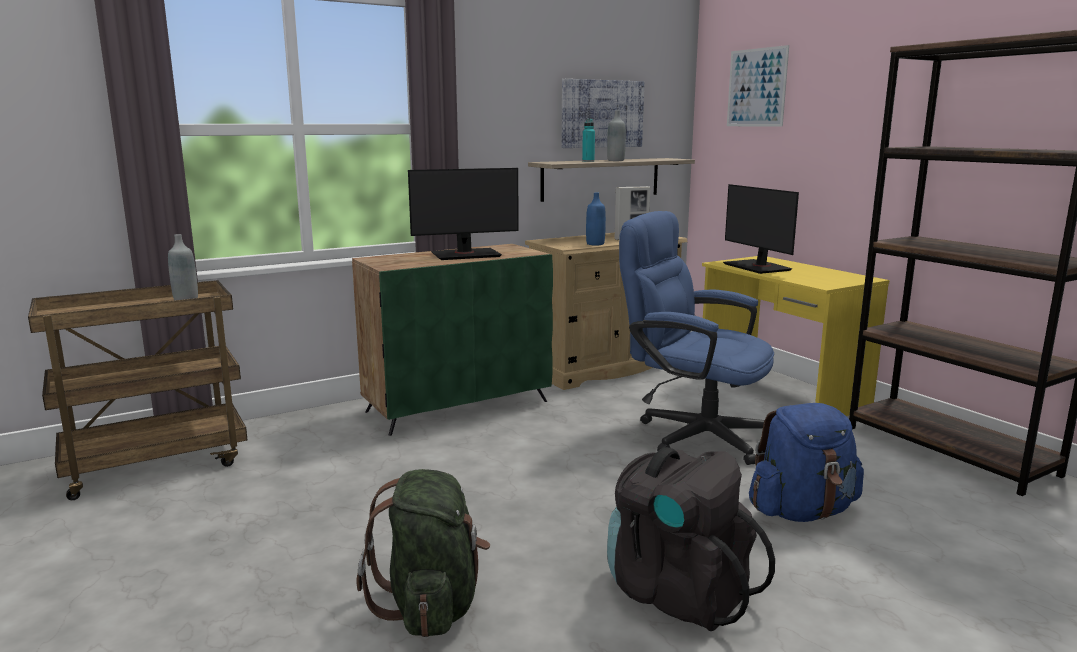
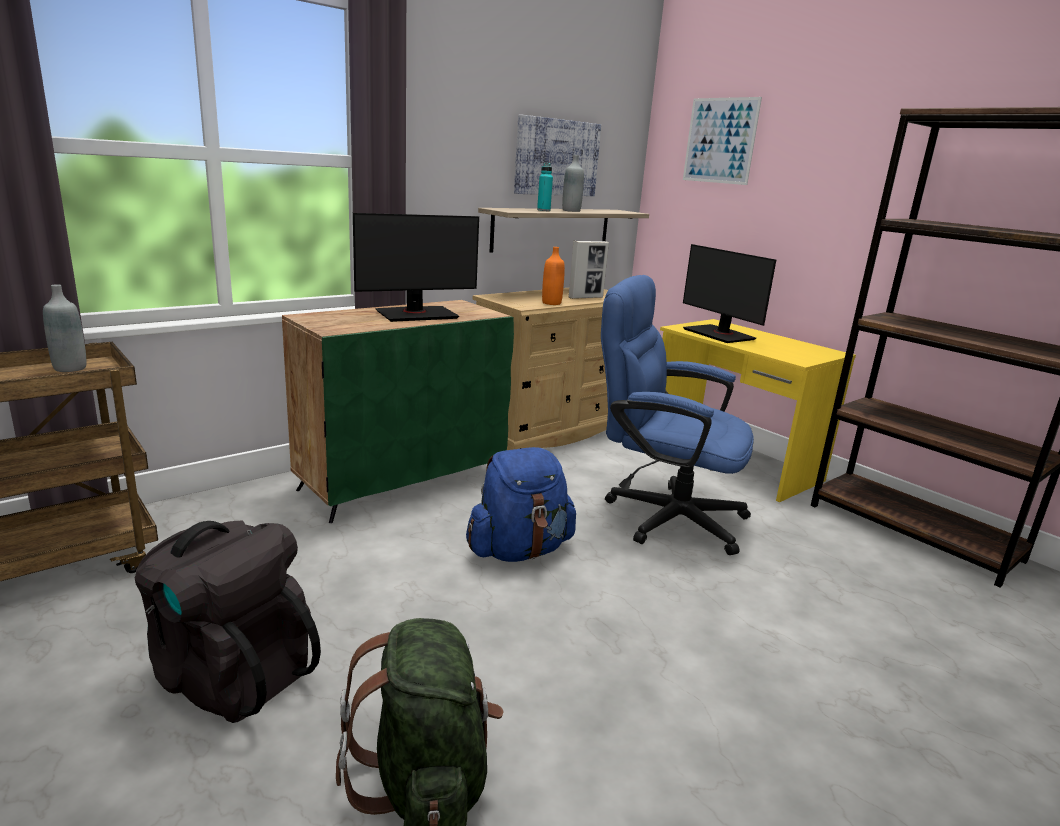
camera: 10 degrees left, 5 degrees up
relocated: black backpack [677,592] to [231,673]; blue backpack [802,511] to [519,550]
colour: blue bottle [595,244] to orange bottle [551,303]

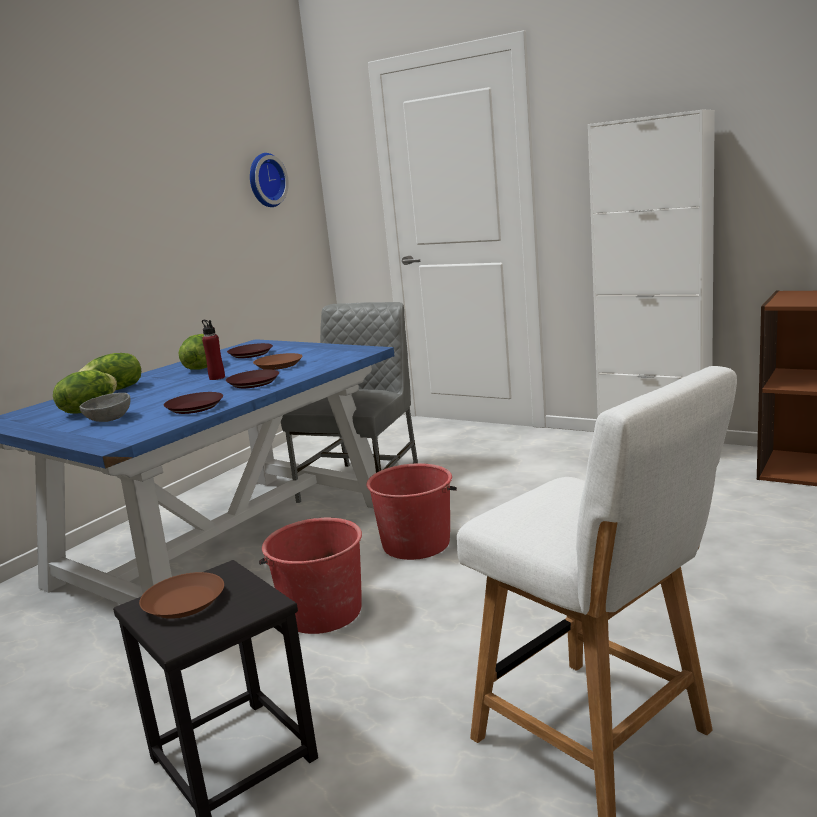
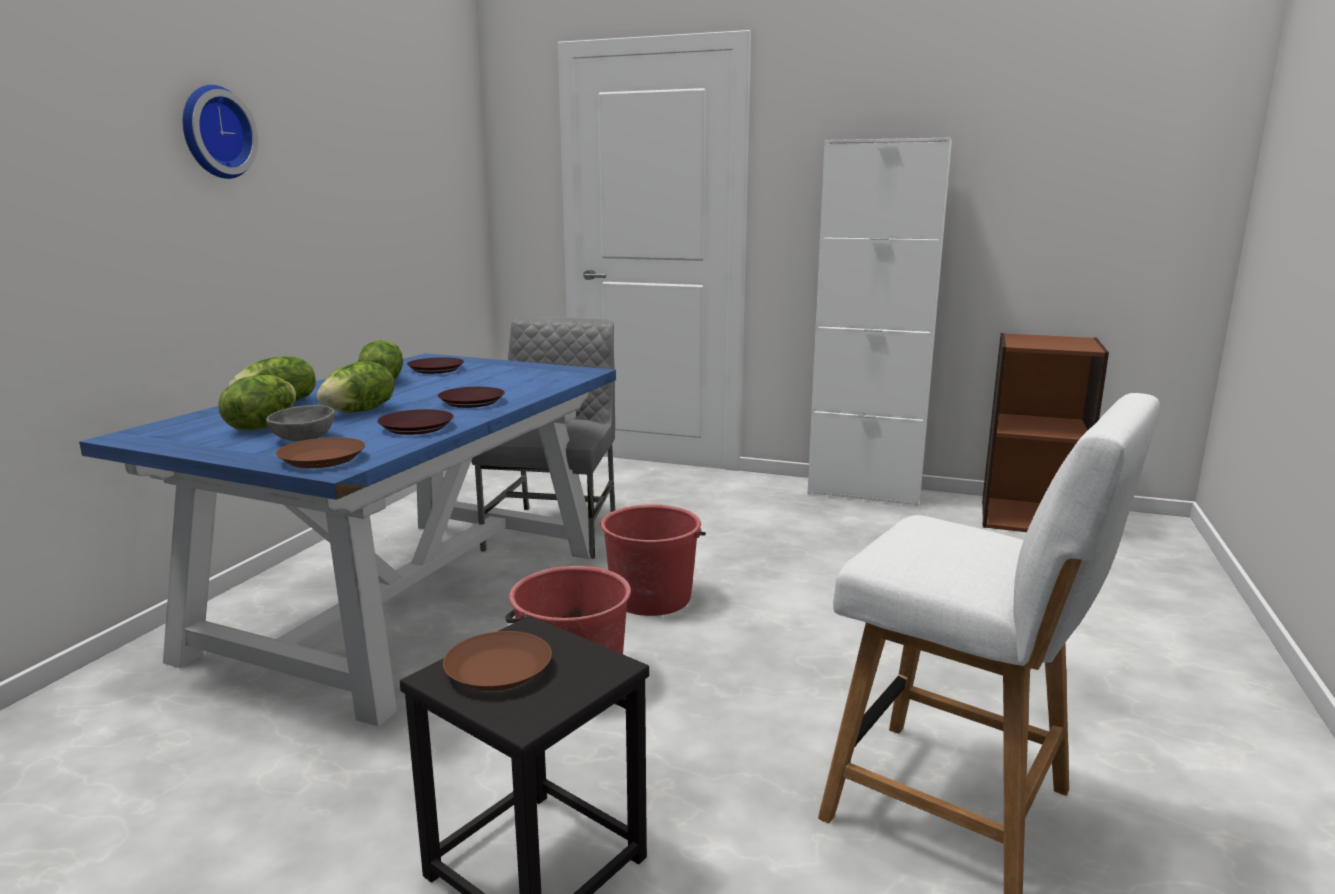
camera: 15 degrees left, 0 degrees up
missing: red bottle [217,378]
appeared: lettuce [360,411]
relocated: wall clock [265,180] to [214,132]; brown plate [279,365] to [322,459]

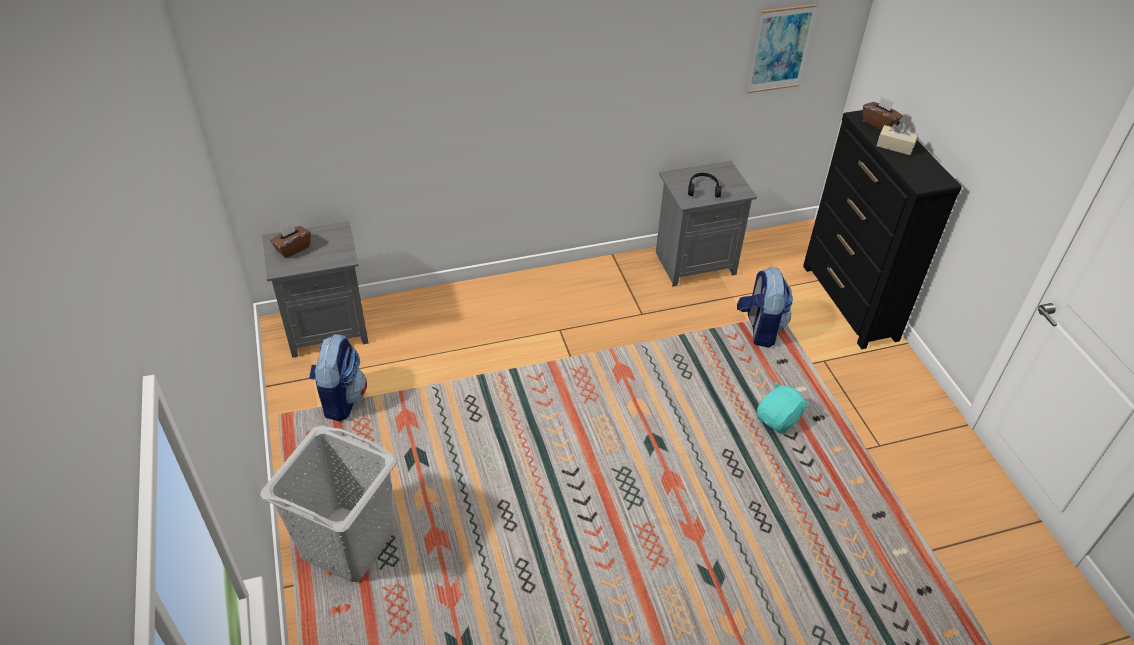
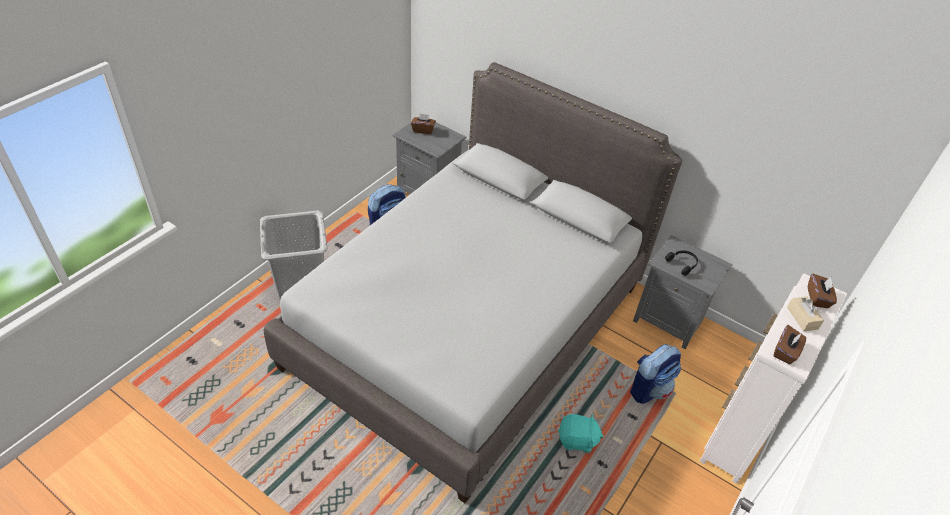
camera: 50 degrees right, 0 degrees up
missing: picture [780,49]
appeared: grey bed [469,325]; brown tissue box [785,352]
colour: black dresser [849,303] to white dresser [738,431]

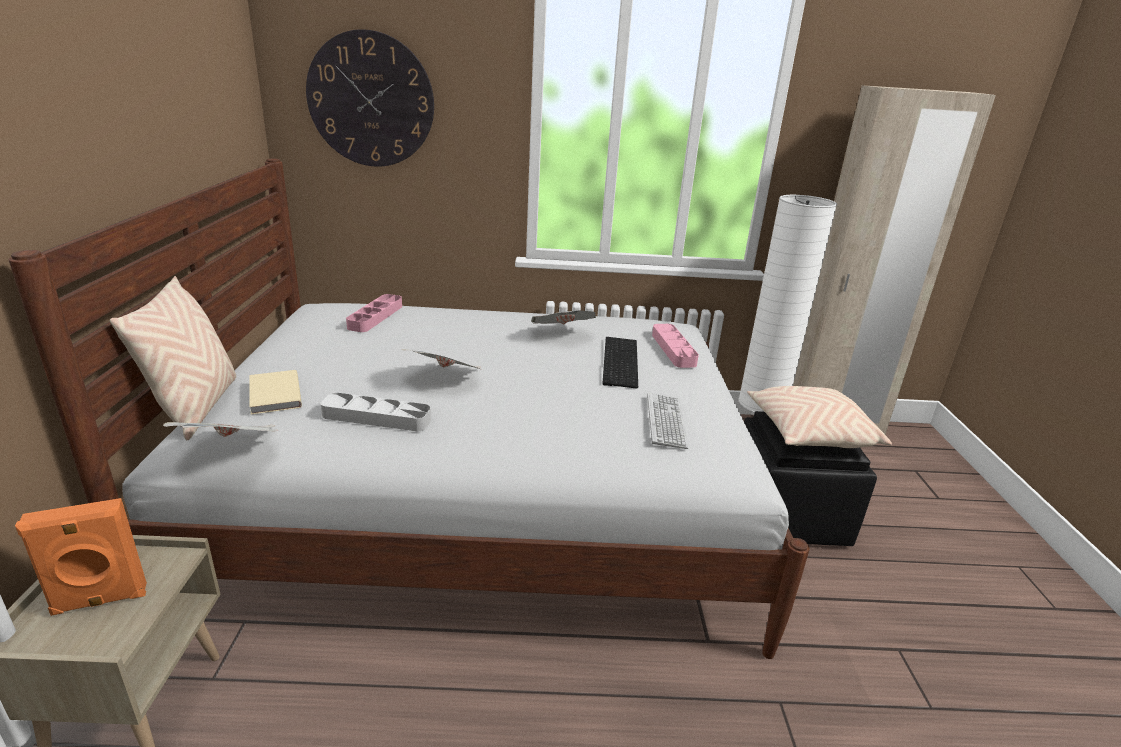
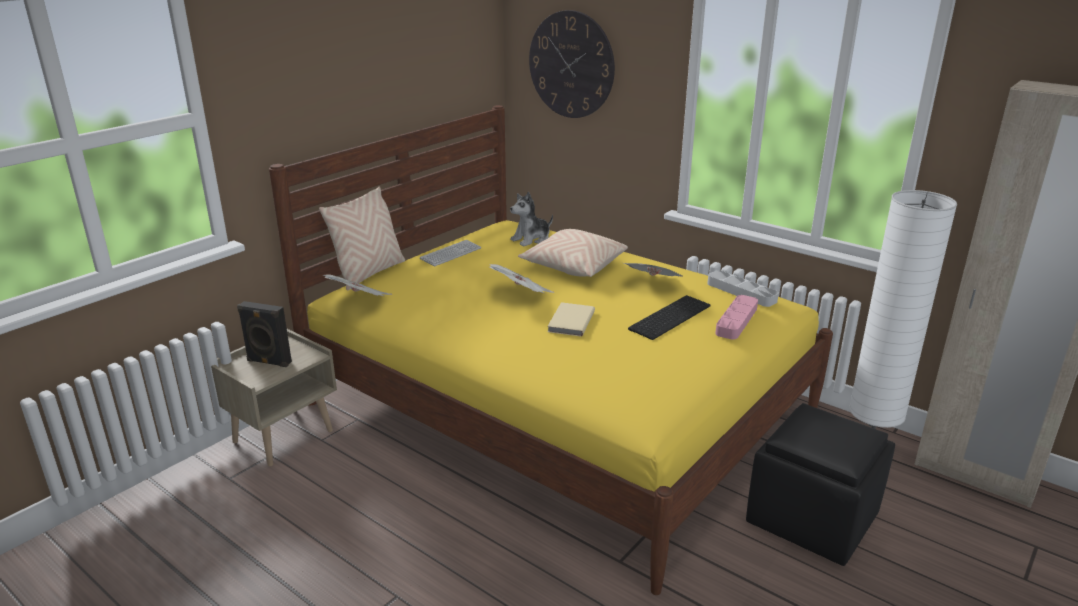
camera: 40 degrees right, 0 degrees up
relocated: beige book [273,395] to [569,322]; grey tray [376,417] to [741,292]; keyboard [666,421] to [451,254]; beige pillow [809,434] to [573,267]
exchanged: pink tray [375,317] to plush toy [531,239]
colour: white bed [484,500] to yellow bed [559,407]; orange speaker [100,601] to black speaker [268,362]

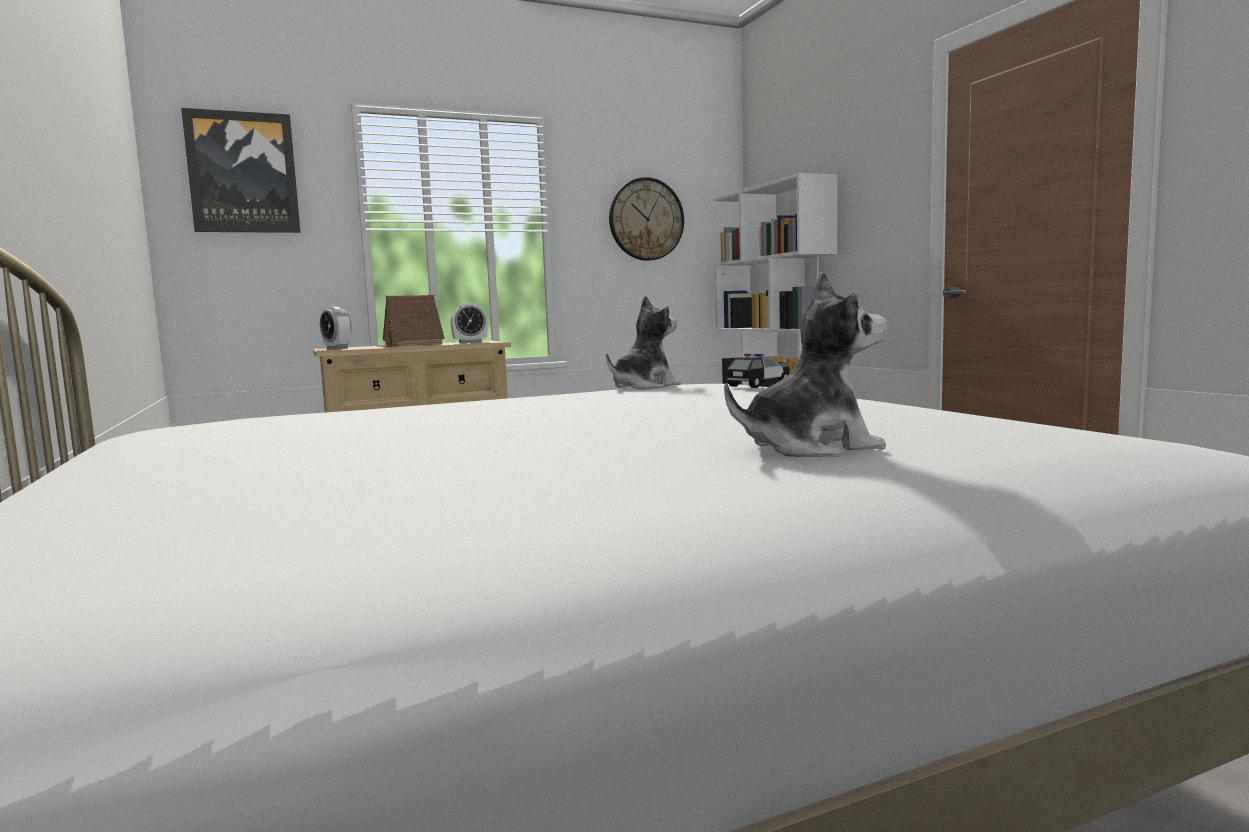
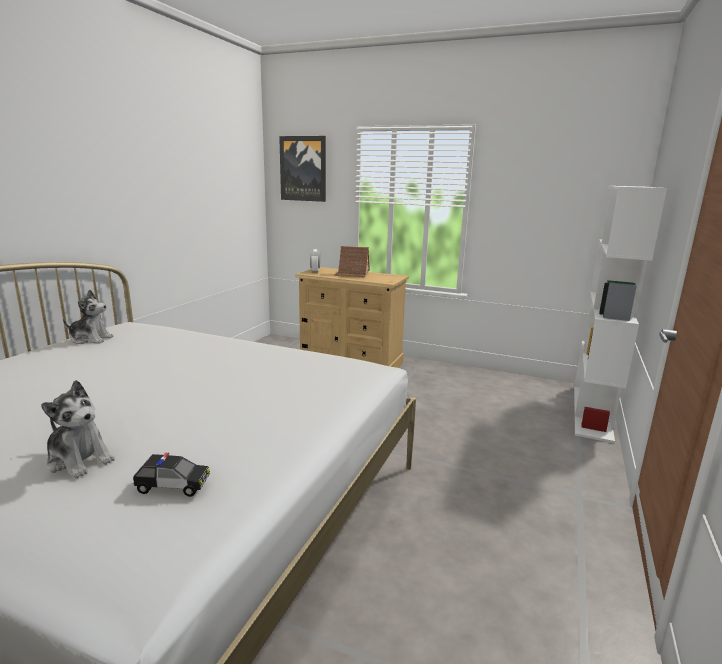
camera: 45 degrees right, 10 degrees up
missing: alarm clock [470,342]; wall clock [646,219]
relocated: plush toy [644,387] to [90,339]; toy car [758,385] to [172,485]

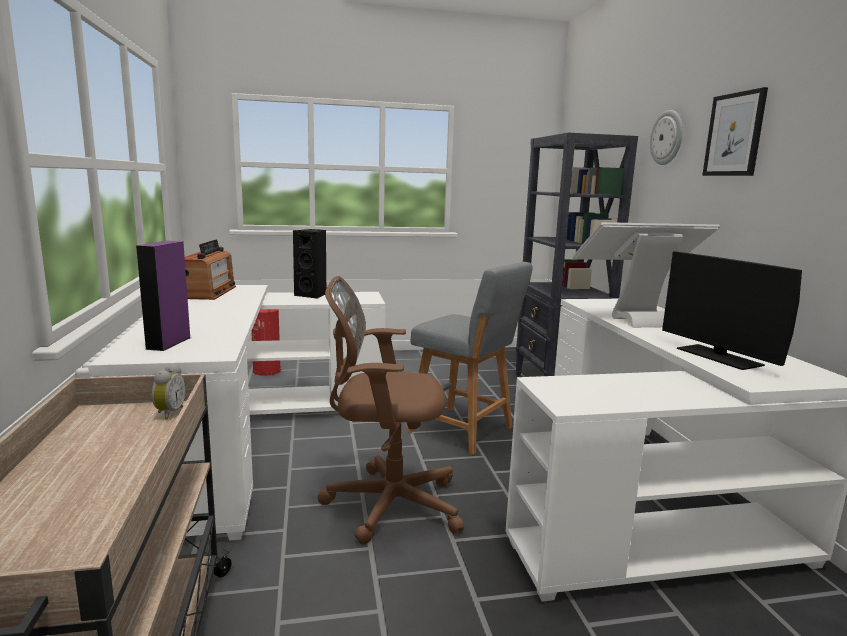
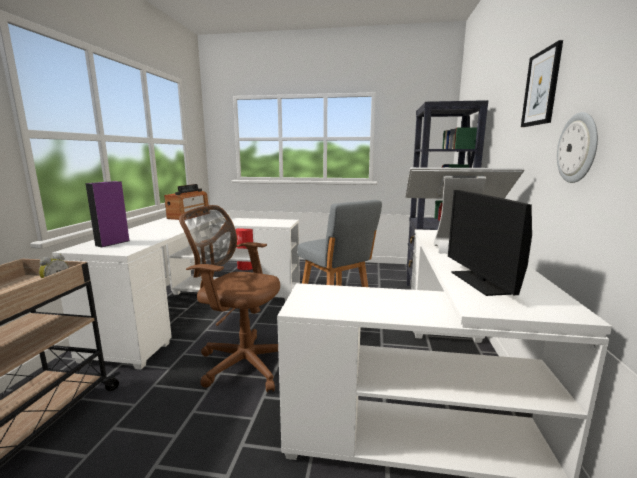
camera: 20 degrees right, 0 degrees up
missing: black speaker [312,295]
relocated: wall clock [667,137] to [578,148]

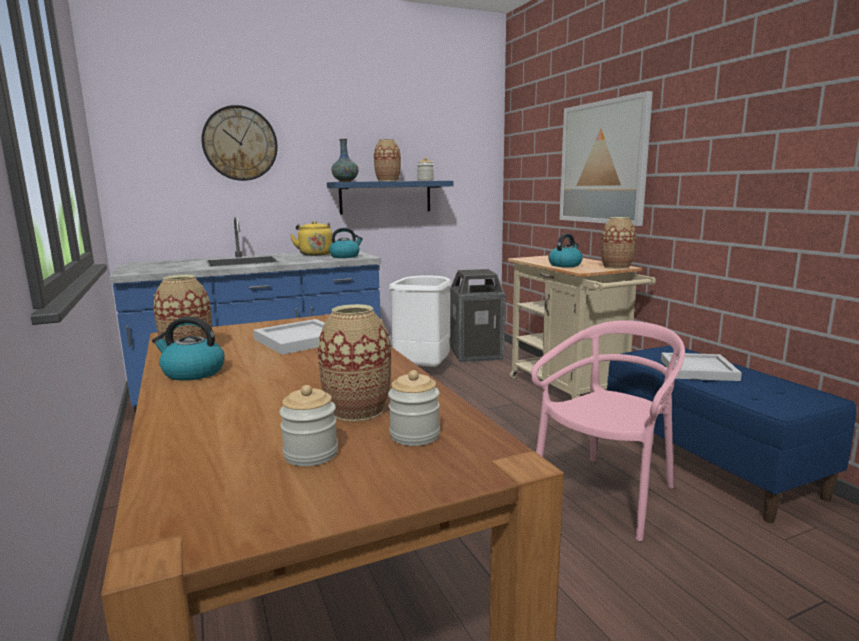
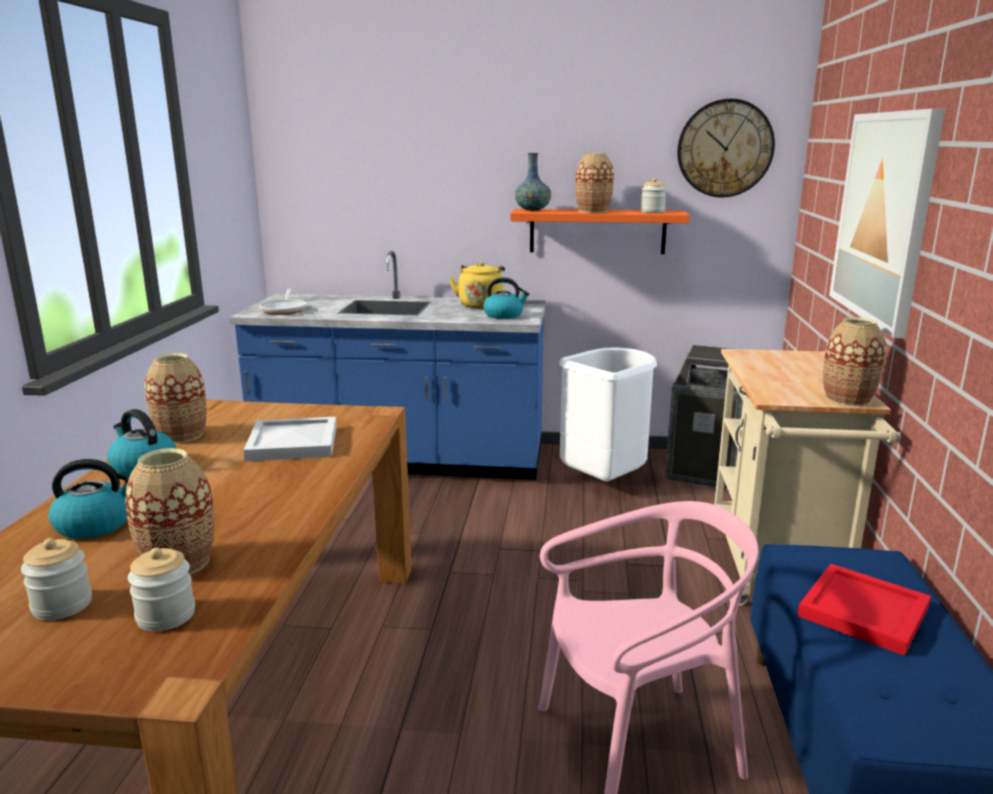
camera: 30 degrees right, 5 degrees up
appeared: frying pan [284,310]
relocated: wall clock [240,143] to [725,148]; kettle [565,265] to [96,524]
colour: blue shelf [385,197] to orange shelf [597,231]; white tray [699,370] to red tray [864,613]

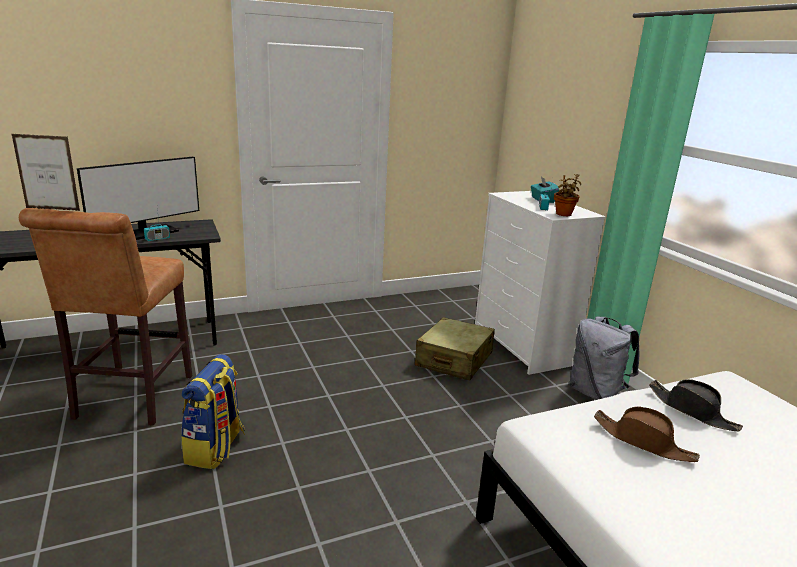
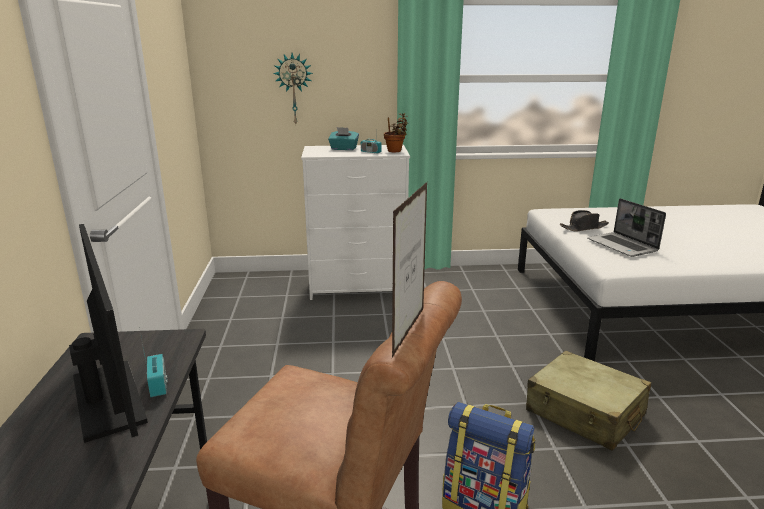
camera: 70 degrees left, 0 degrees up
missing: grey backpack [596,393]
appeared: wall clock [294,89]
relocated: beige suitcase [454,360] to [585,413]
exchanged: brown hat [643,441] to laptop [623,246]

